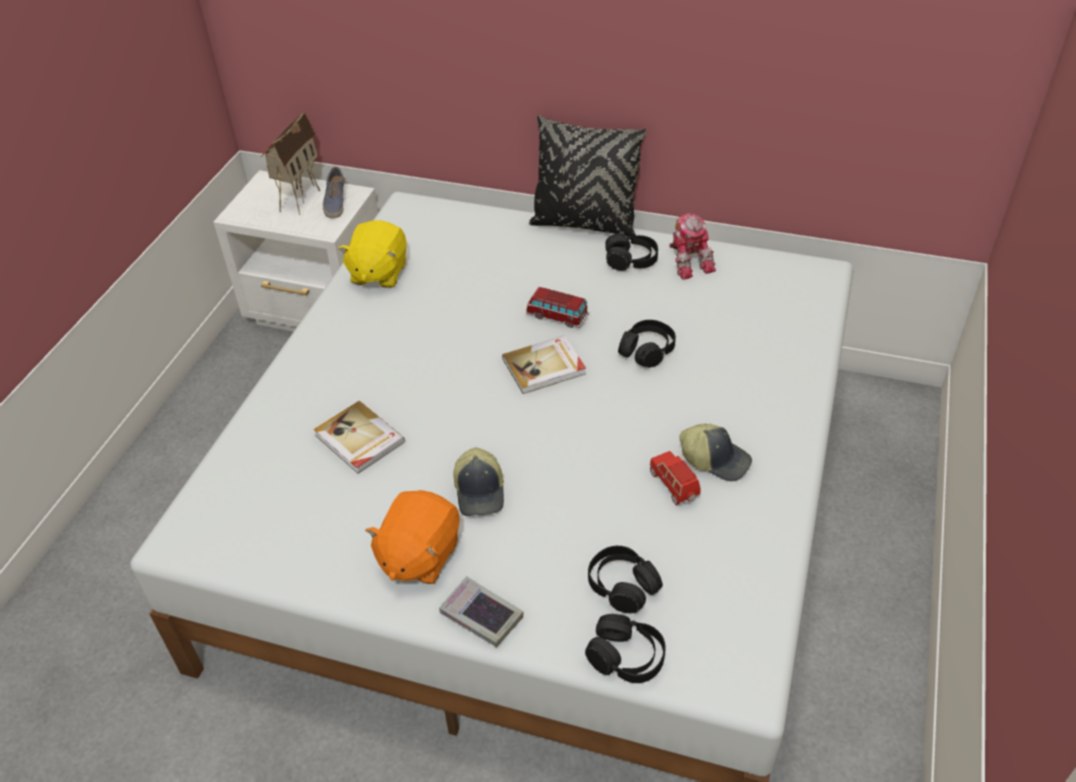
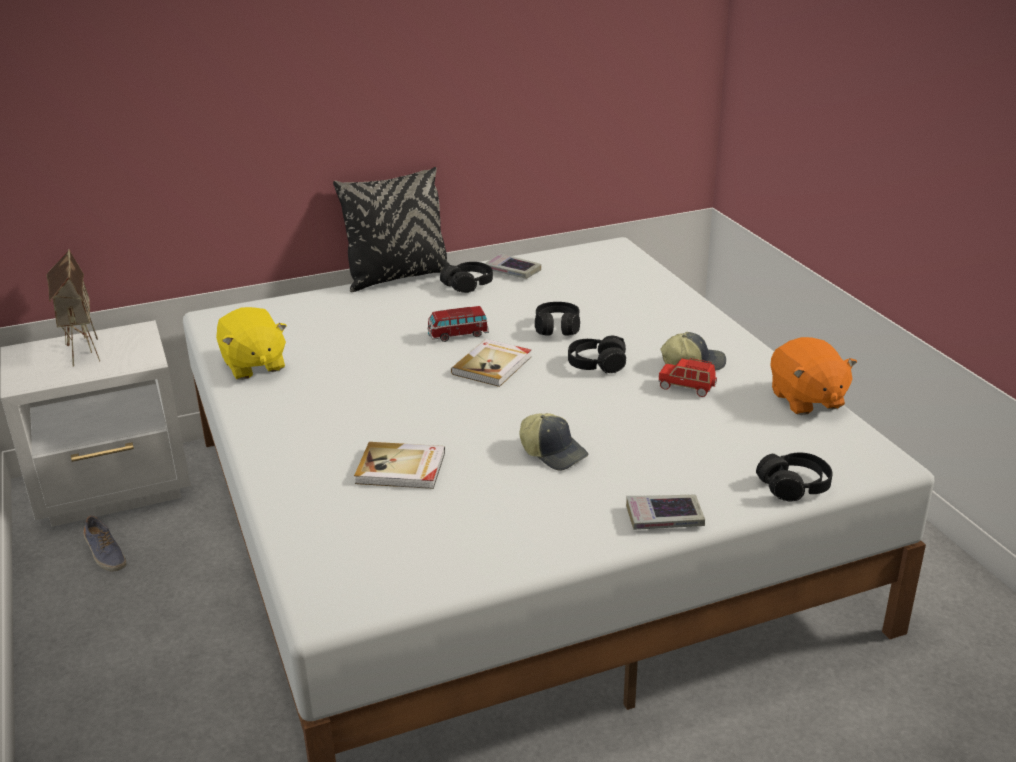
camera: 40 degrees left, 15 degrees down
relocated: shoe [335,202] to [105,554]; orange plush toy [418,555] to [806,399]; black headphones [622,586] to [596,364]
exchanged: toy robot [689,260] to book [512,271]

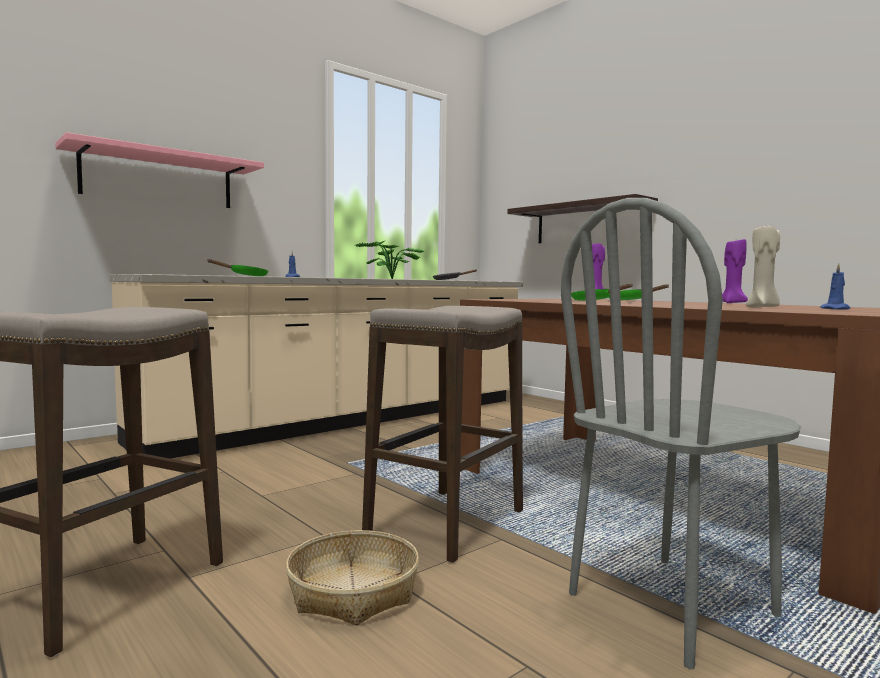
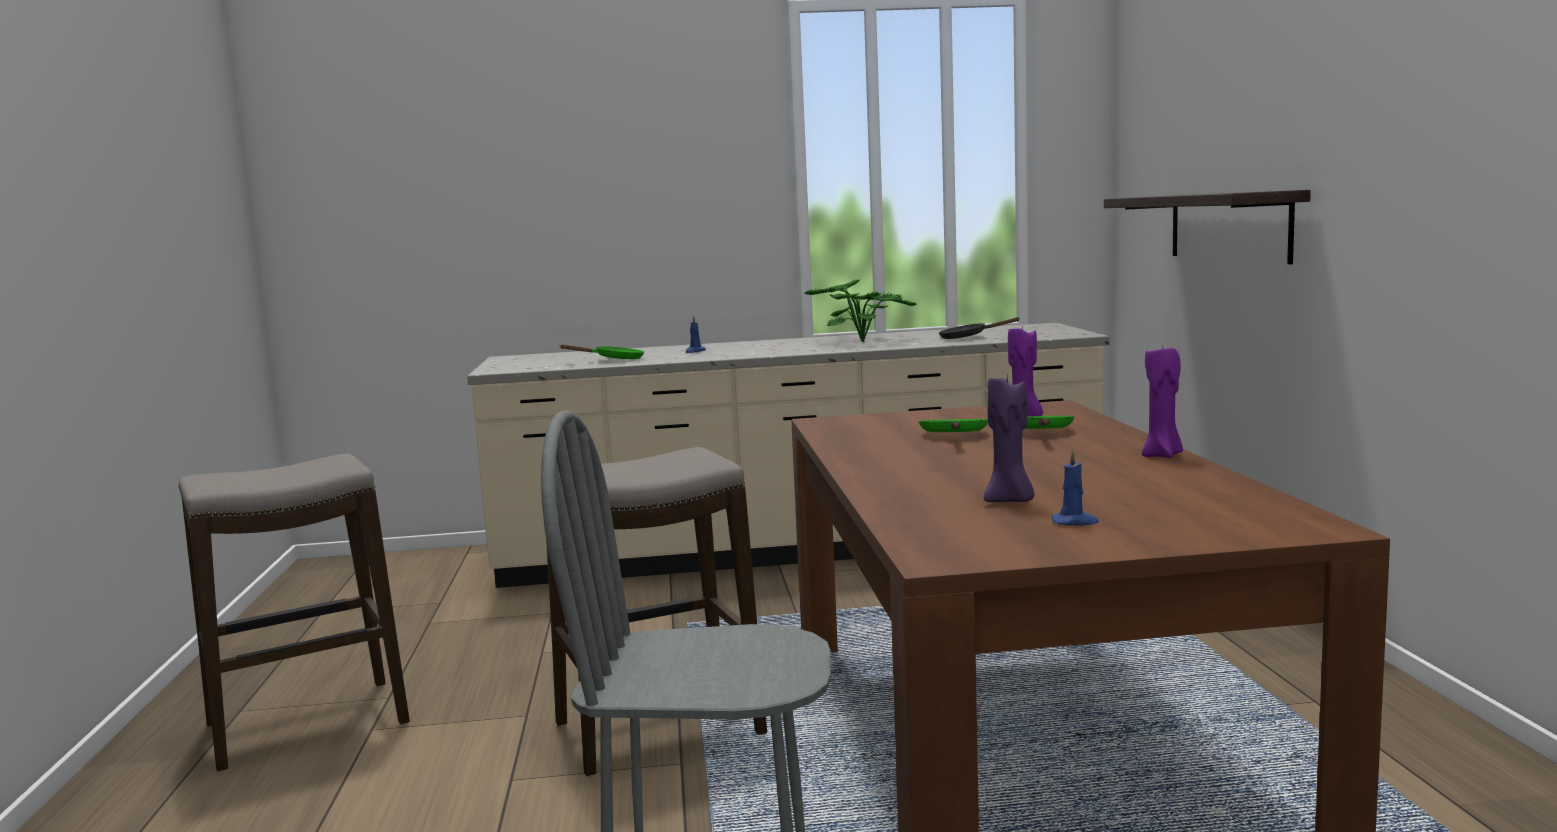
camera: 35 degrees right, 5 degrees up
missing: pink shelf [159,179]; basket [352,592]
colour: beige candle [763,307] to purple candle [1010,501]

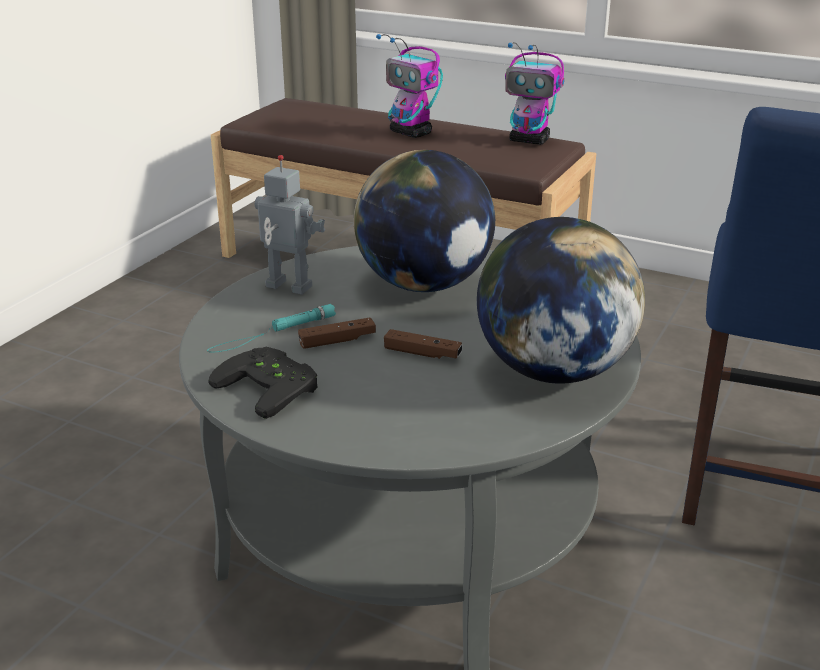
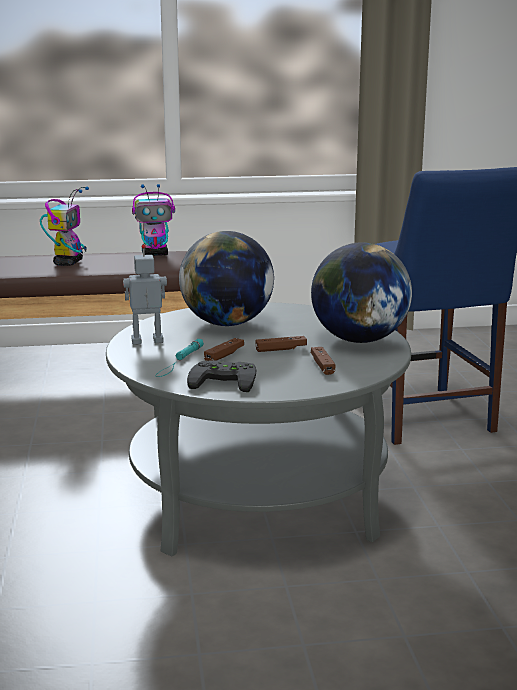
camera: 35 degrees left, 10 degrees down
appeared: brown game controller [322,366]
spun: toy robot [411,133] = [68,263] 90 degrees counterclockwise

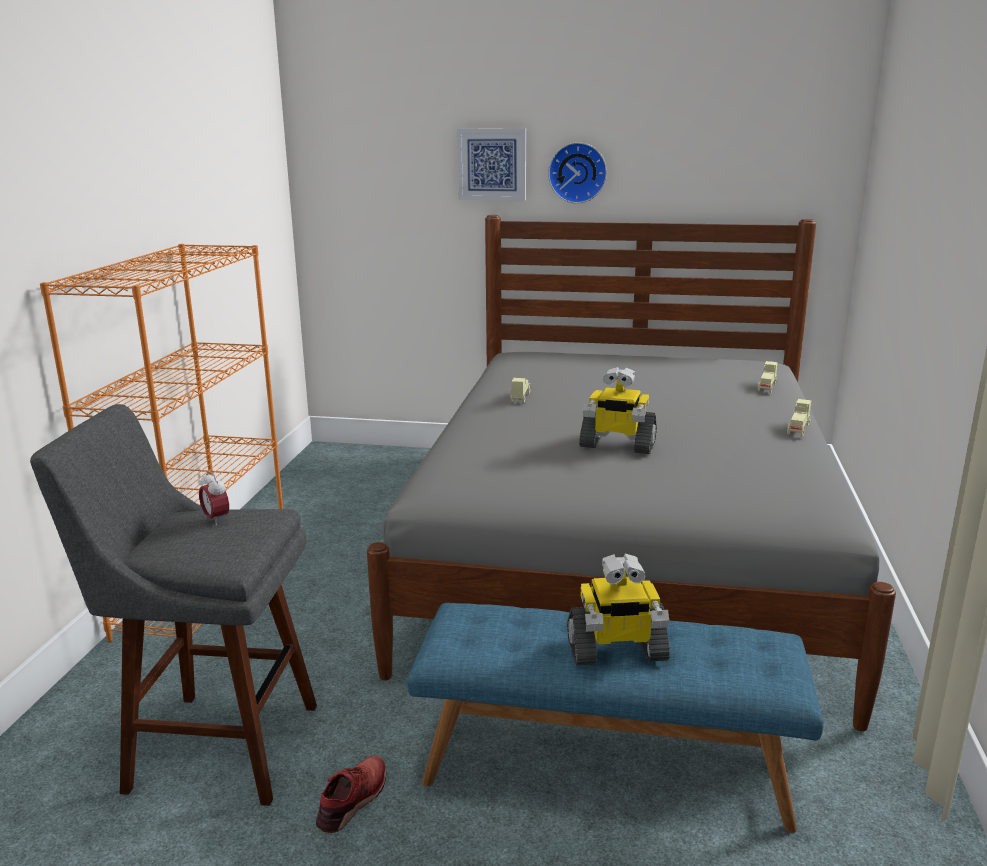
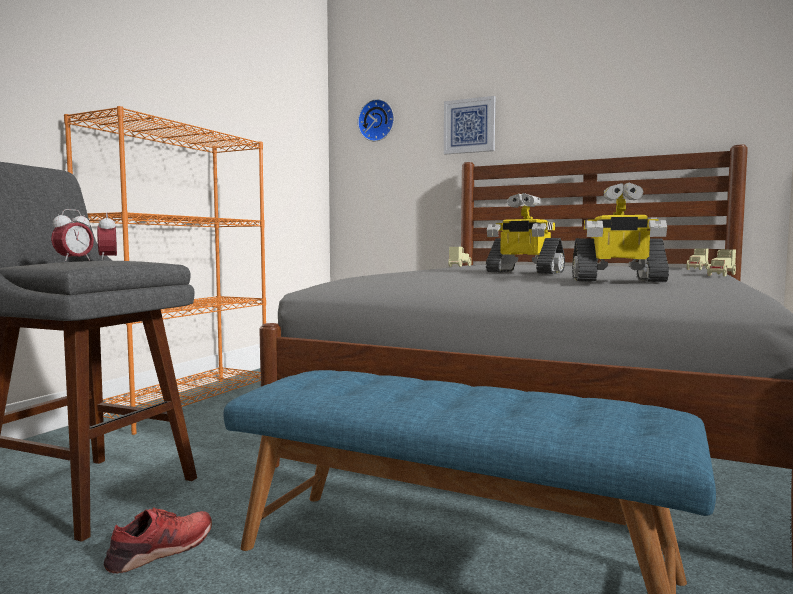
camera: 15 degrees right, 15 degrees down
appeared: alarm clock [74,260]
relocated: wall clock [577,172] to [377,121]; toy robot [616,651] to [617,280]

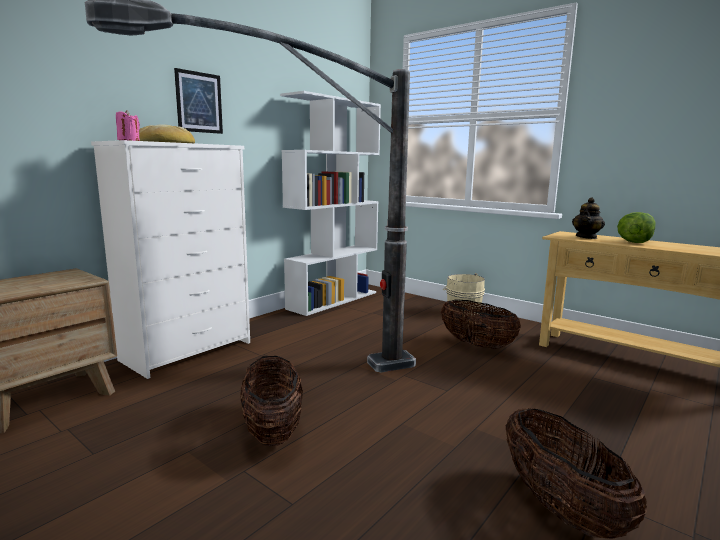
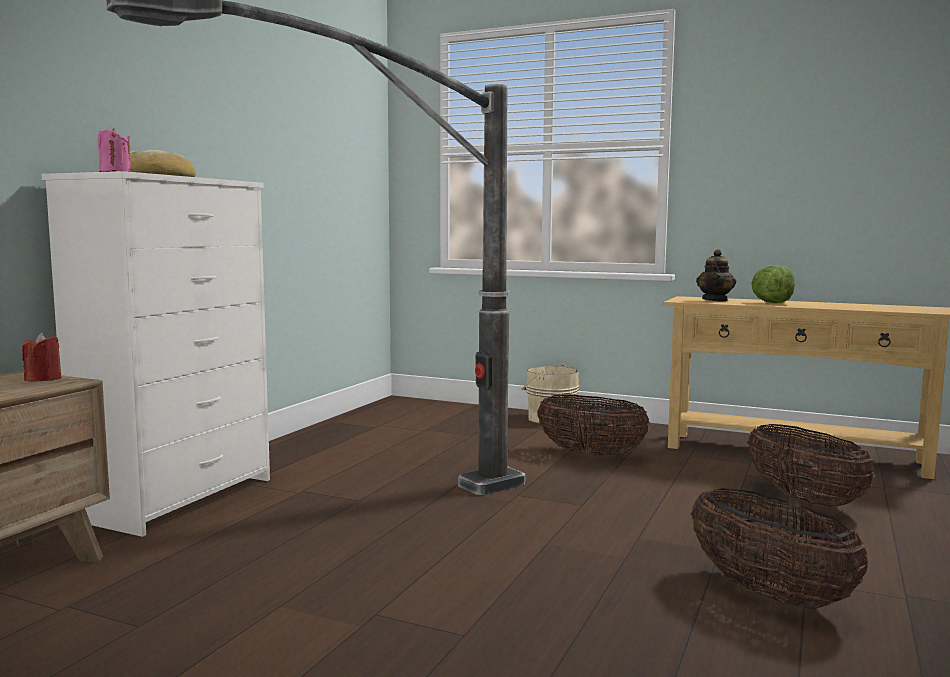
camera: 15 degrees left, 5 degrees down
missing: picture [199,102]; white bookcase [333,300]
appeared: red candle [43,379]
relocated: basket [272,430] to [804,500]

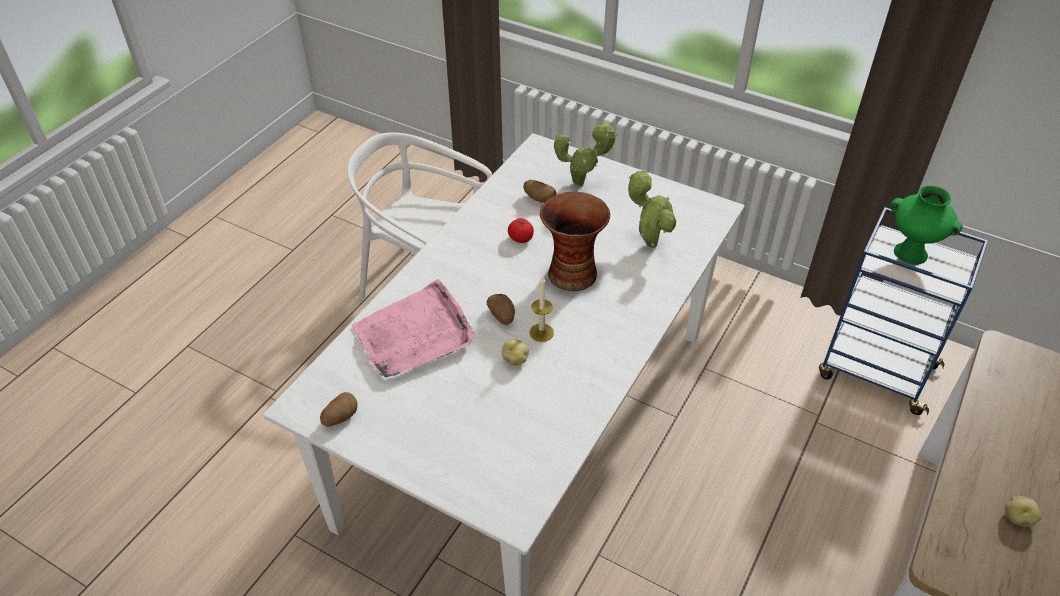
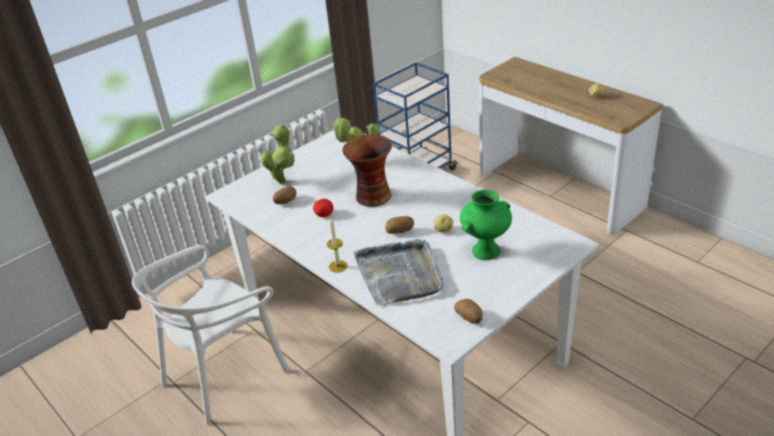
camera: 70 degrees left, 10 degrees down
relocated: candle [541,332] to [338,266]; green vase [911,253] to [486,250]
colour: pink tray [414,334] to grey tray [400,274]

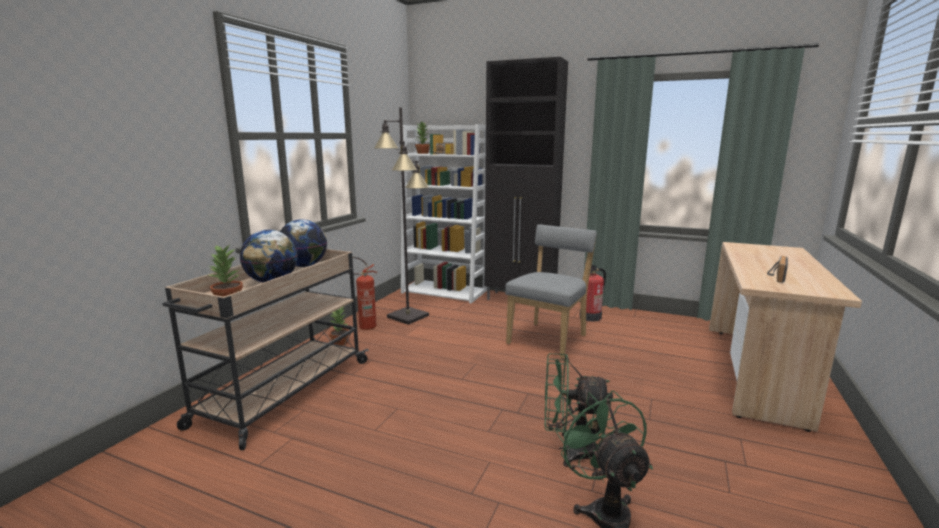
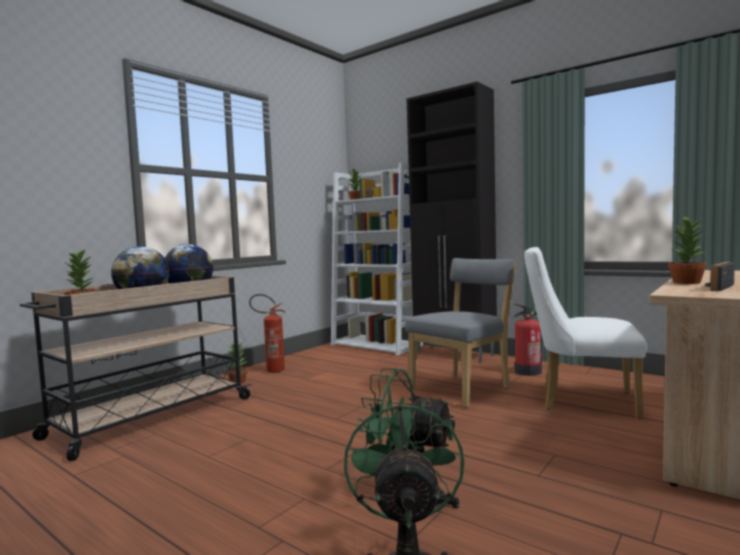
camera: 15 degrees right, 10 degrees down
missing: black floor lamp [408,316]
appeared: white chair [580,400]; potted plant [687,282]

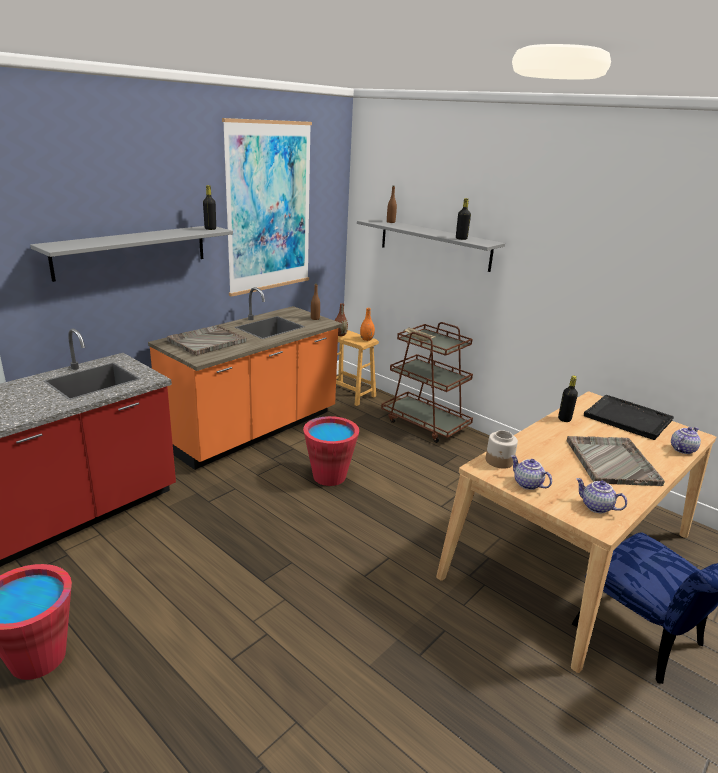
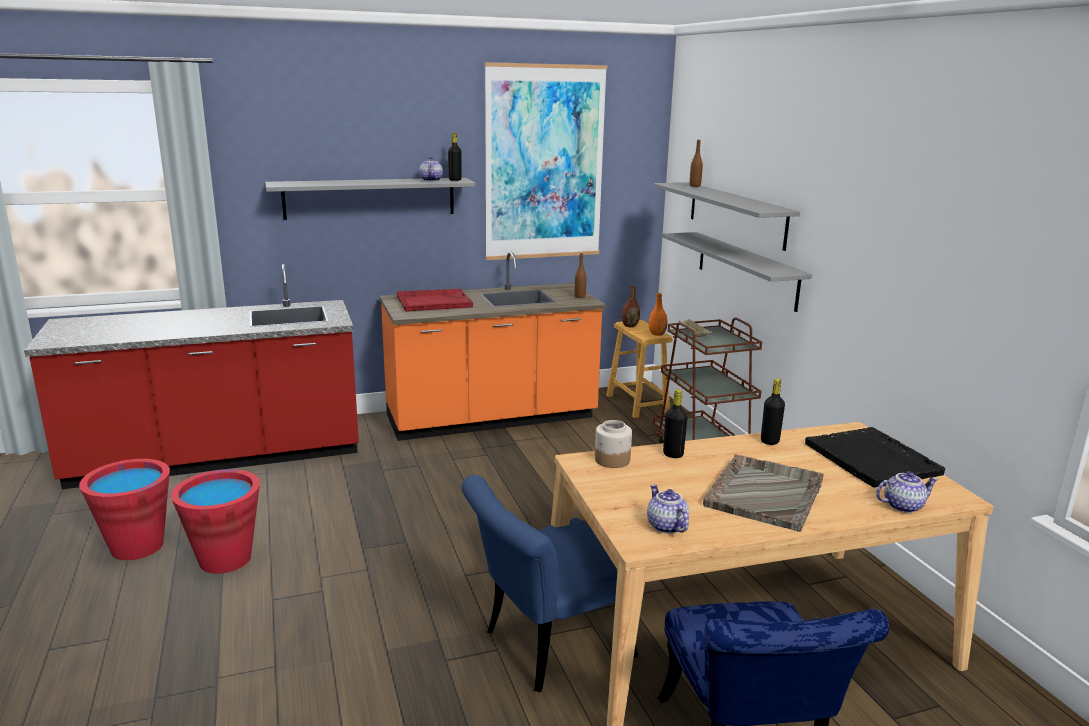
camera: 30 degrees right, 5 degrees down
appeared: blue chair [546,646]; grey shelf [746,269]
relocated: red bucket [329,476] to [225,559]; black bottle [461,238] to [673,454]; teapot [527,484] to [430,180]
colour: grey tray [206,341] to red tray [433,302]

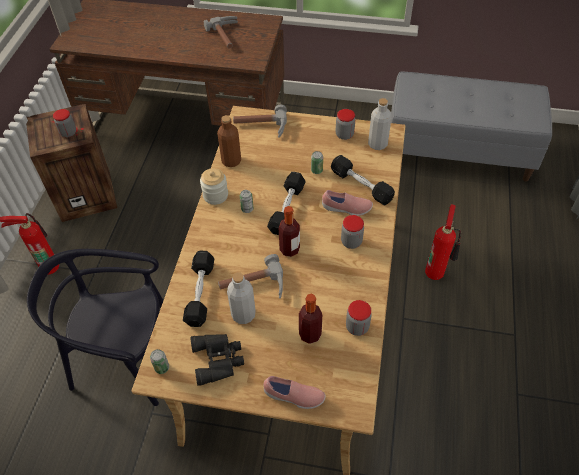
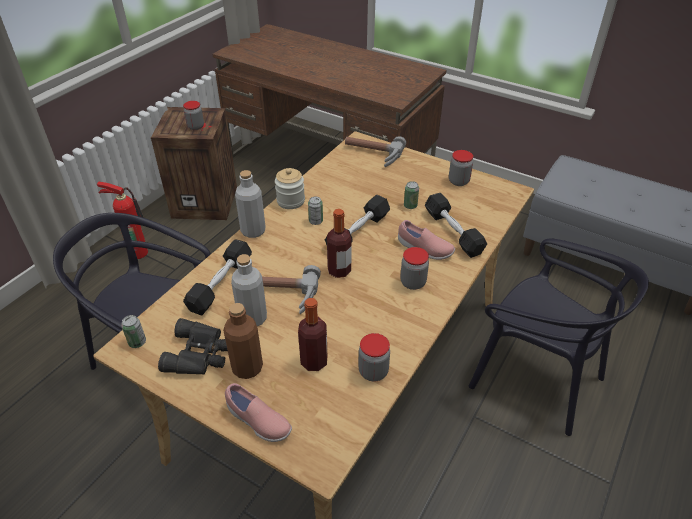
camera: 20 degrees right, 10 degrees down
missing: hammer [227,36]
relocated: brown bottle [231,161] to [247,367]; grey bottle [377,144] to [253,231]
exchanged: fire extinguisher [436,271] to black chair [536,378]

